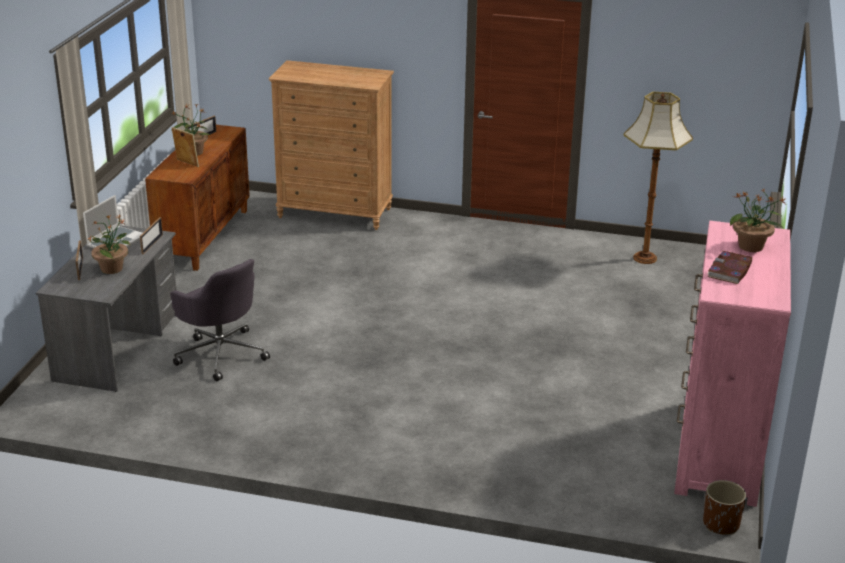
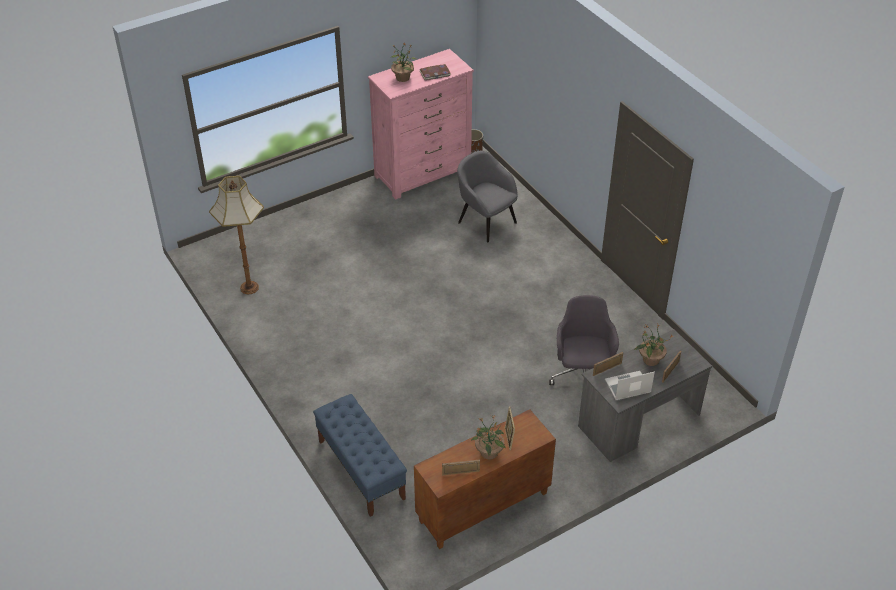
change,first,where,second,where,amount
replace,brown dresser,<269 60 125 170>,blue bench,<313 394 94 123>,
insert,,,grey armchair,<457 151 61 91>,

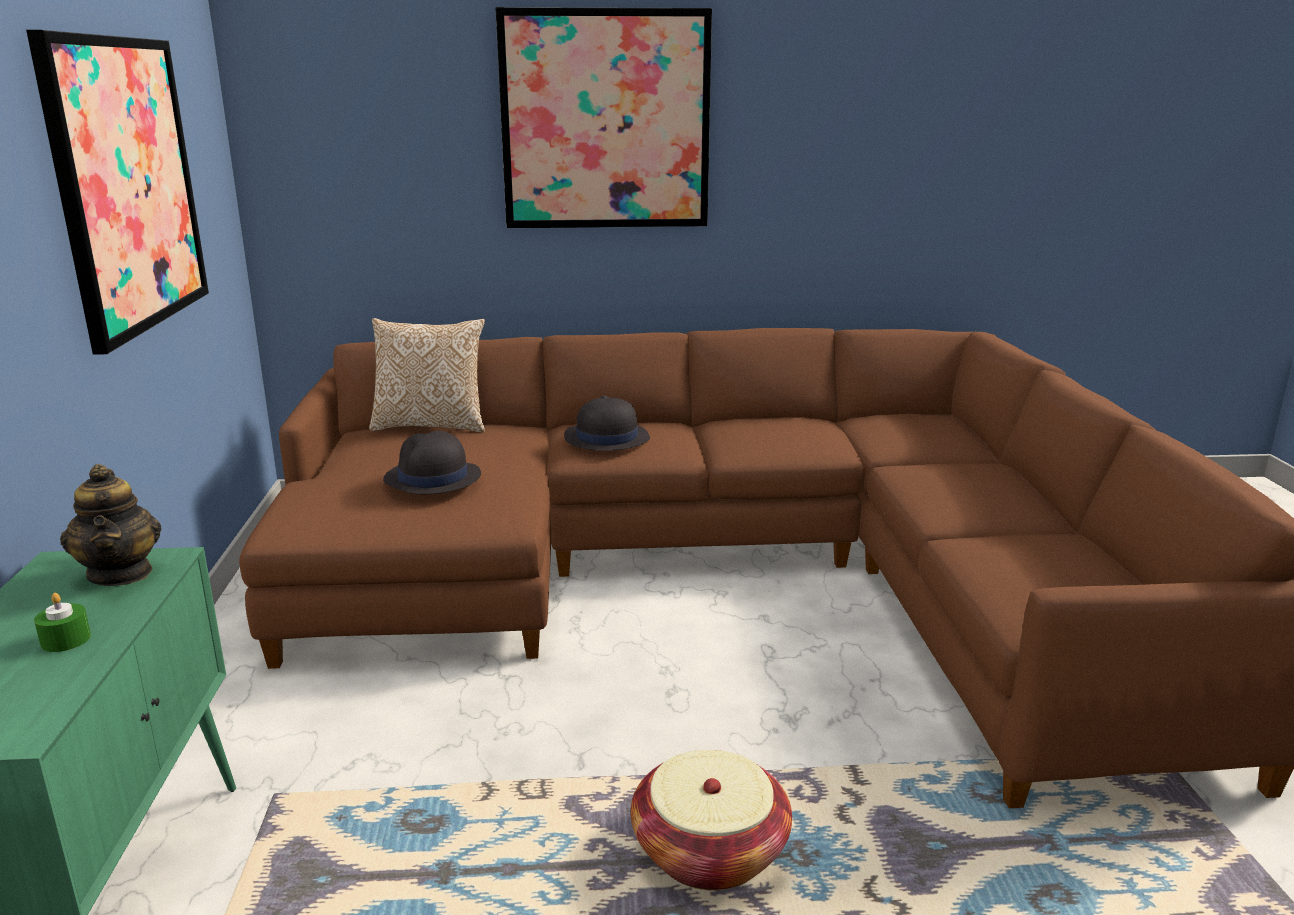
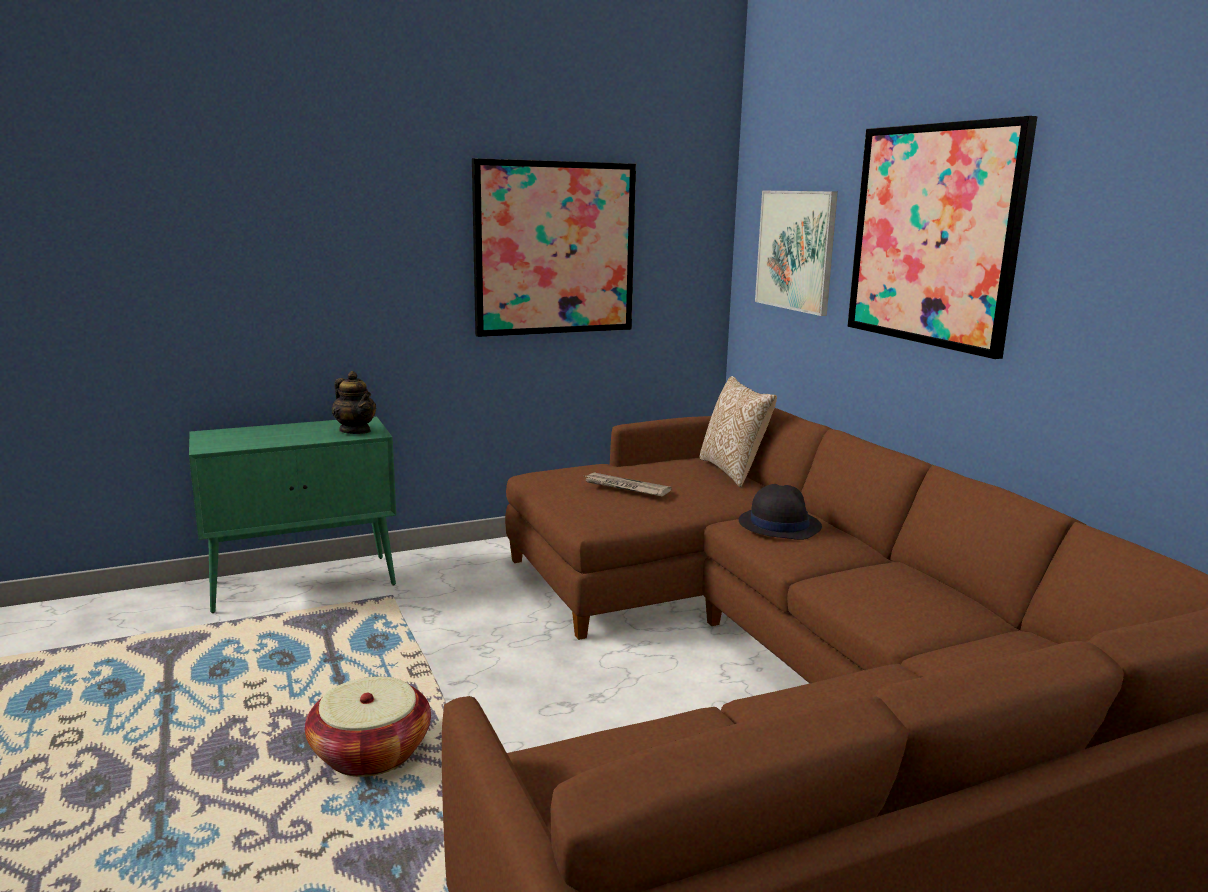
change,first,where,second,where,amount
delete,green candle,<34 593 57 59>,,,
rotate,teapot,<60 464 101 122>,,<332 371 44 63>,90 degrees counterclockwise
replace,black hat,<383 431 98 63>,newspaper,<582 473 89 23>,
insert,,,picture,<755 191 83 125>,

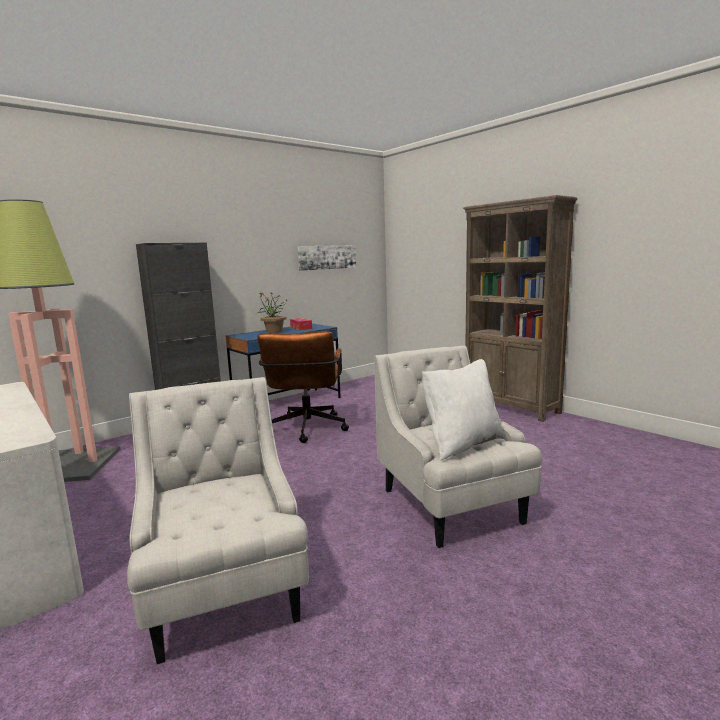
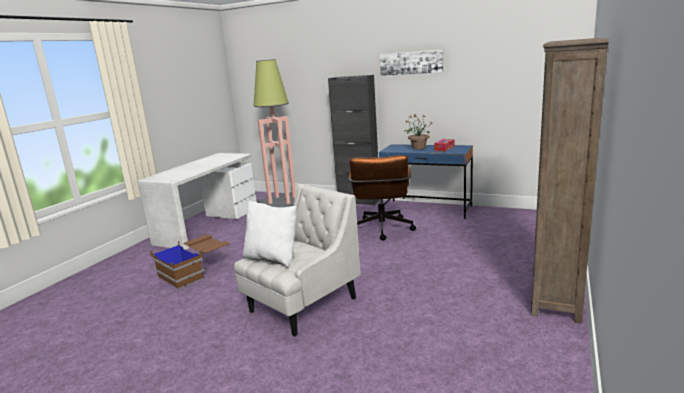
change,first,where,second,where,amount
replace,white armchair,<127 377 182 287>,brown storage box,<150 234 79 55>,
rotate,brown office chair,<257 331 92 112>,,<348 155 68 85>,60 degrees counterclockwise
move,picture,<297 245 59 26>,,<379 49 64 27>,

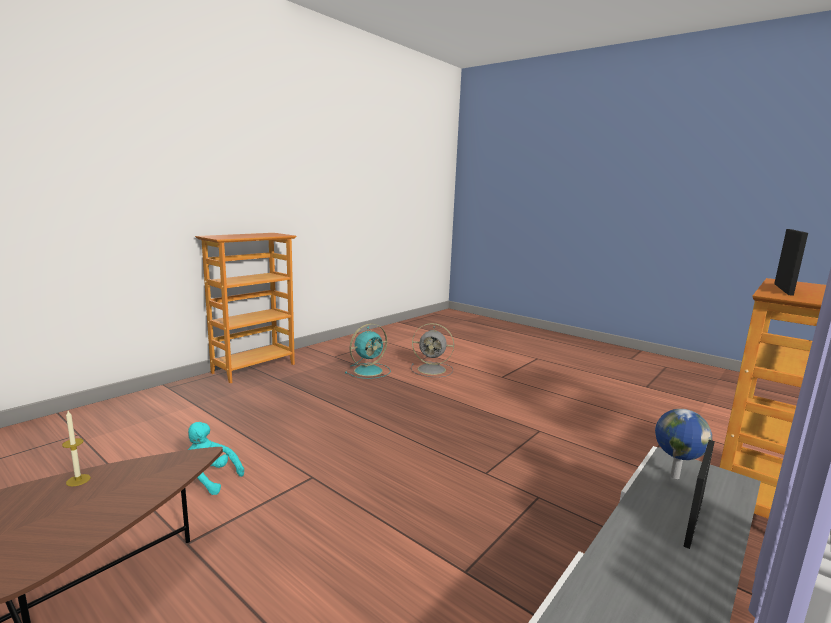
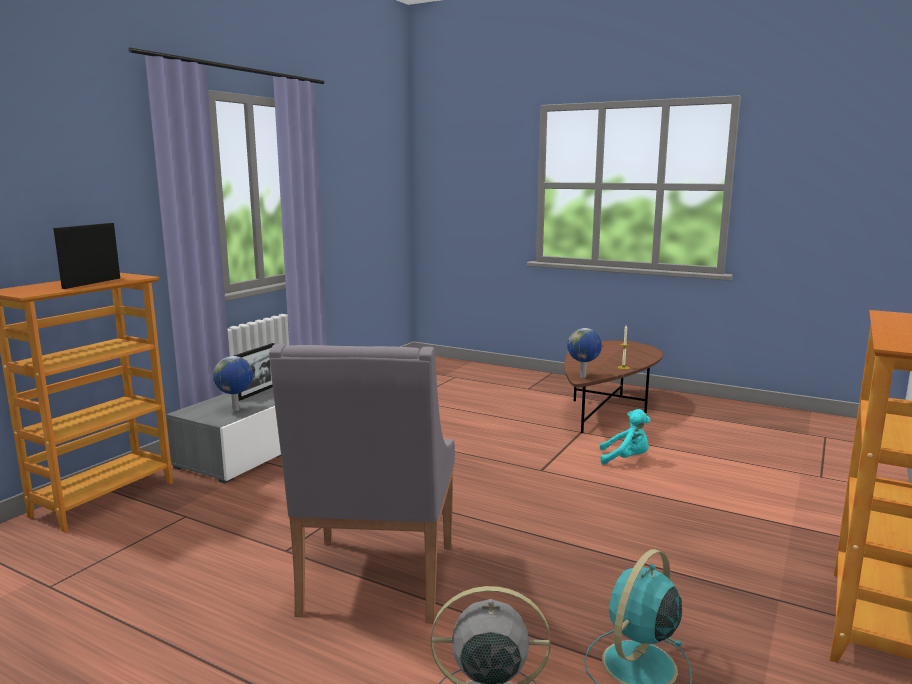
change,first,where,second,where,amount
insert,,,grey armchair,<269 344 186 279>,
insert,,,globe,<567 328 35 50>,

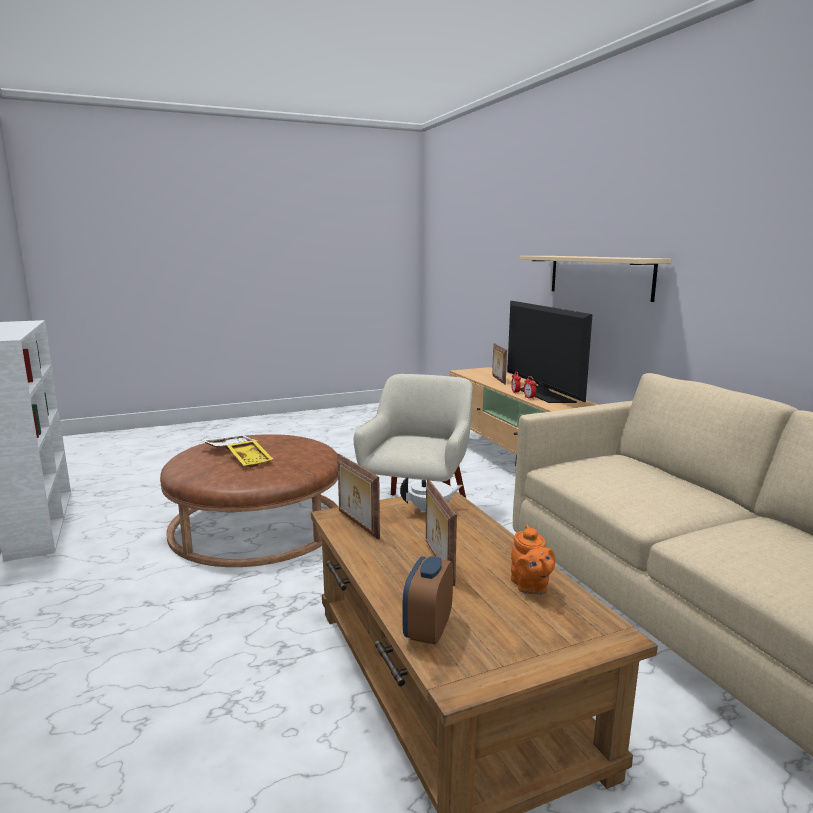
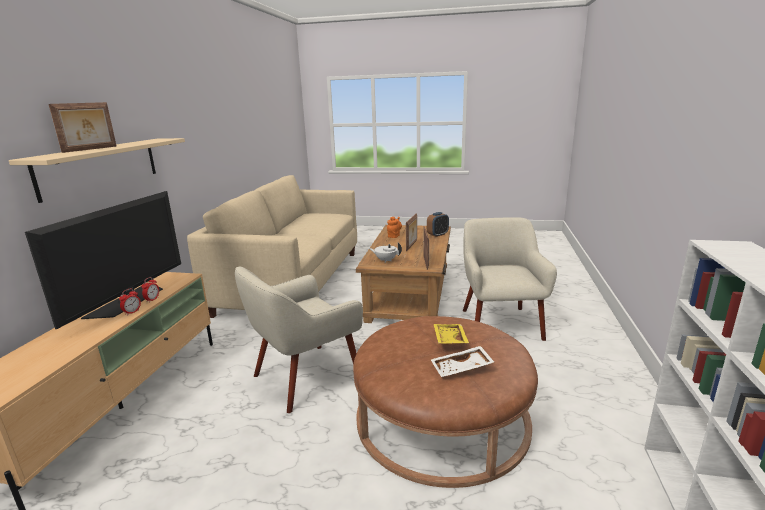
change,first,where,second,where,amount
move,picture frame,<492 343 15 42>,,<49 102 68 51>,
insert,,,beige armchair,<463 217 94 124>,

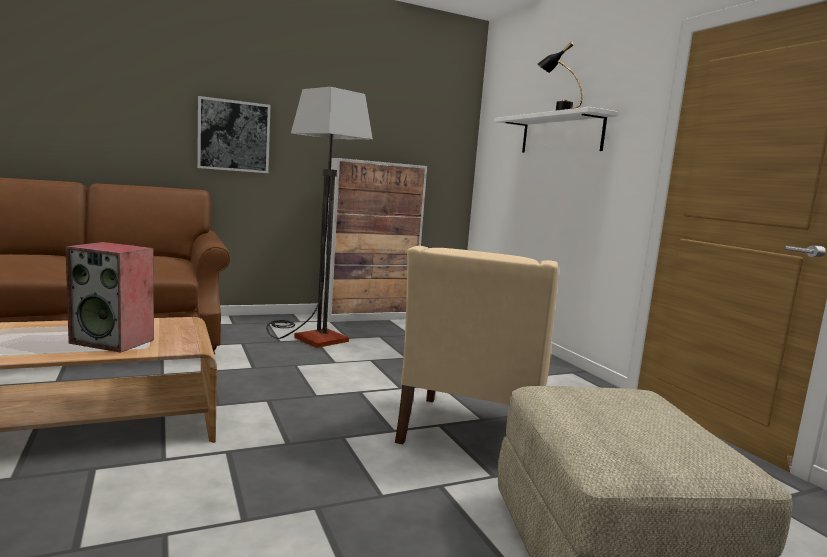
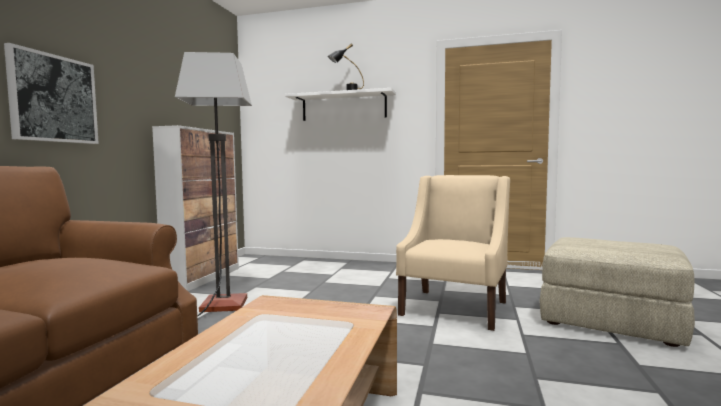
change,first,where,second,where,amount
delete,speaker,<65 242 89 111>,,,
rotate,beige armchair,<395 246 164 199>,,<396 175 114 156>,120 degrees counterclockwise

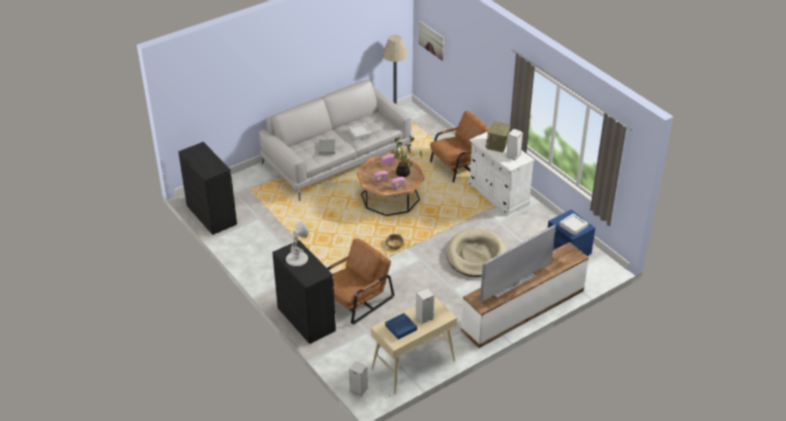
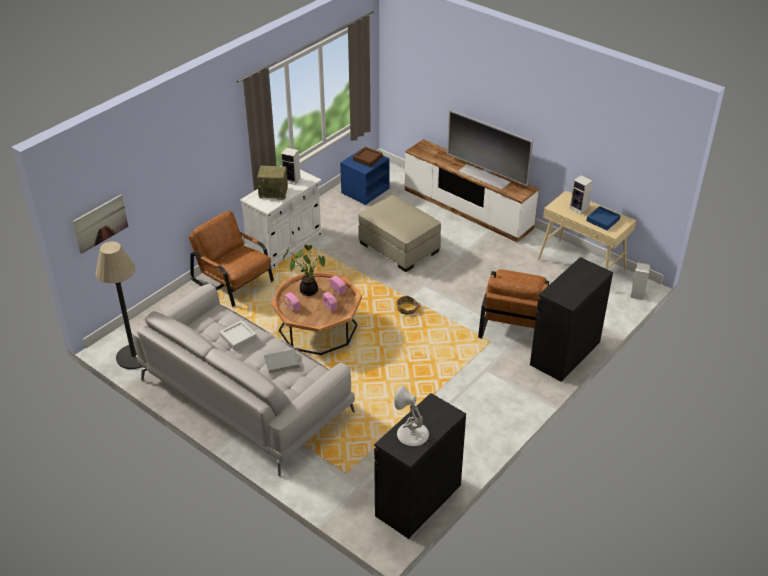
change,first,where,second,where,amount
move,white table lamp,<286 222 23 44>,,<394 386 35 60>,
rotate,brown armchair,<327 238 67 87>,,<478 270 71 68>,105 degrees counterclockwise
replace,beige dog bed,<447 229 59 48>,beige ottoman,<358 195 83 77>,
recolor,grey tray,<559 213 29 22>,brown tray,<353 147 30 20>,

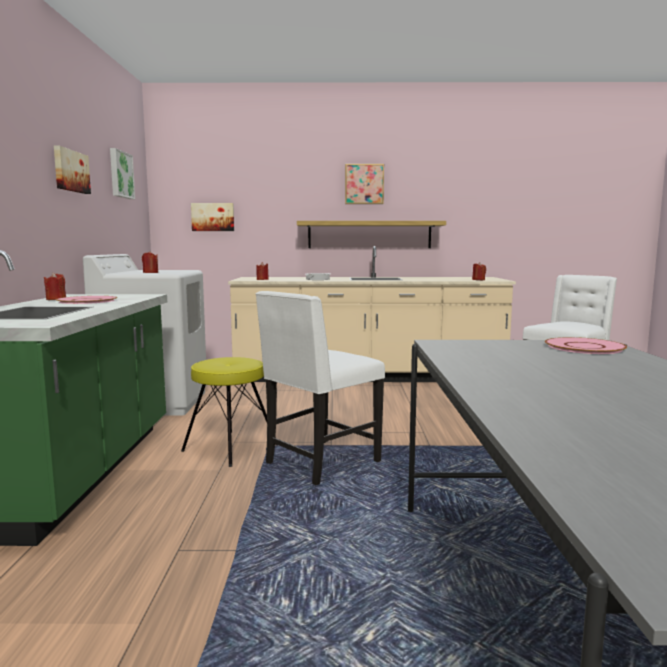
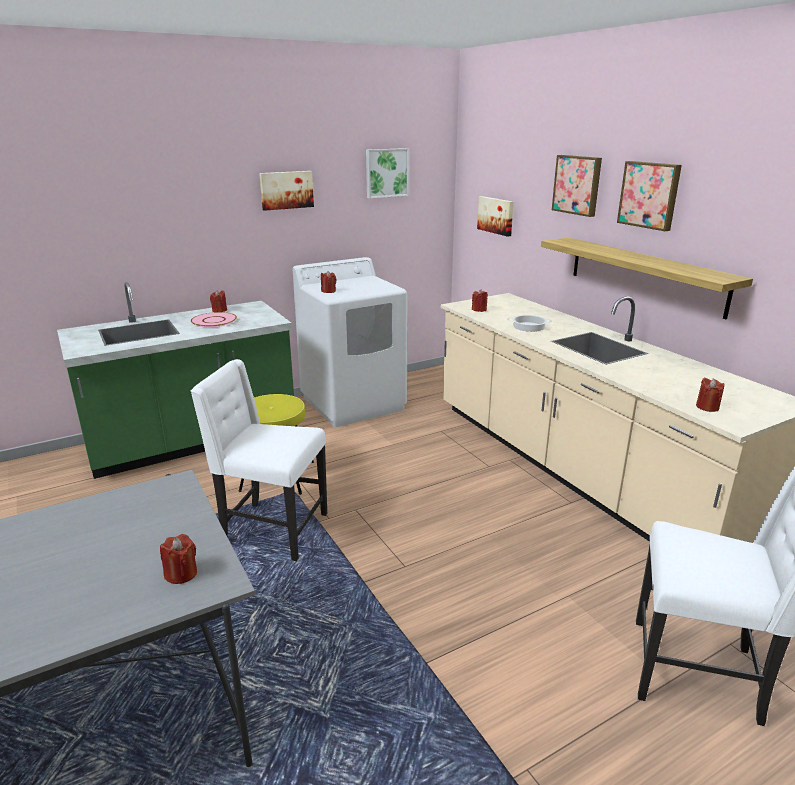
change,first,where,second,where,amount
replace,pink plate,<545 337 82 17>,red candle,<160 534 37 50>,
insert,,,picture,<552 155 50 62>,

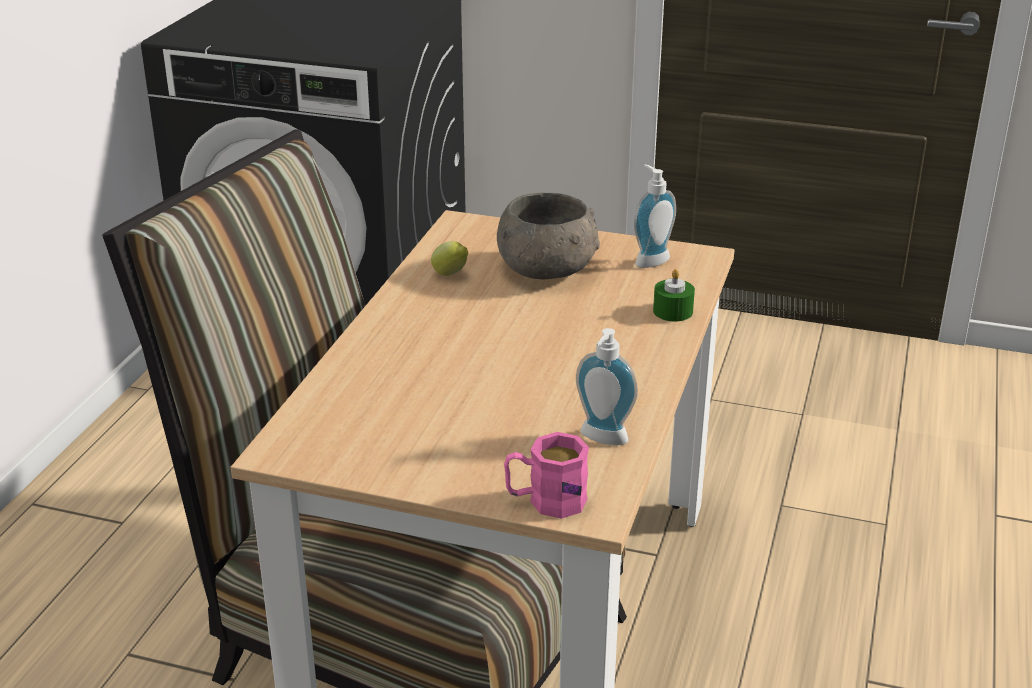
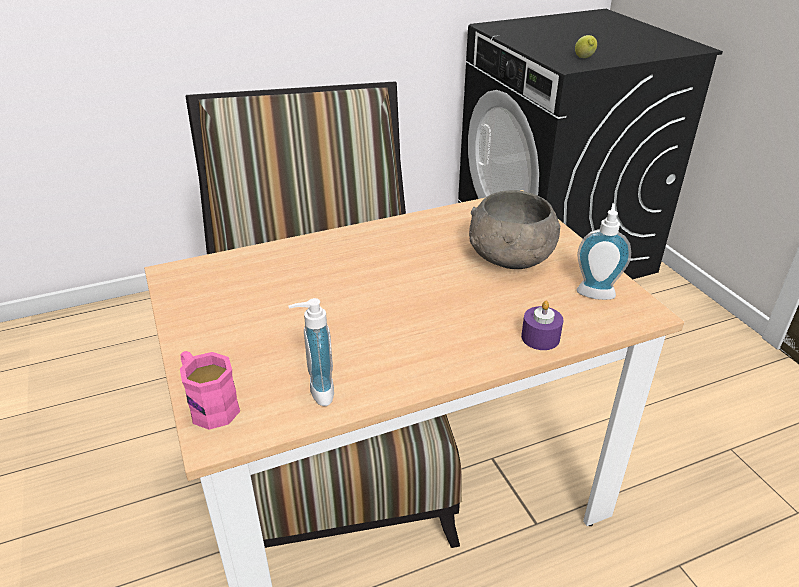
change,first,where,second,where,amount
move,lemon,<431 241 37 35>,,<575 35 22 23>,
recolor,green candle,<653 269 42 52>,purple candle,<521 301 42 49>,

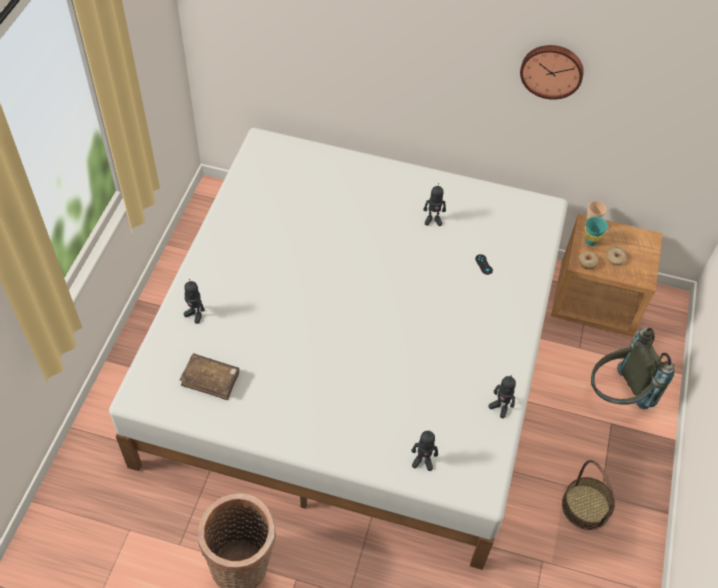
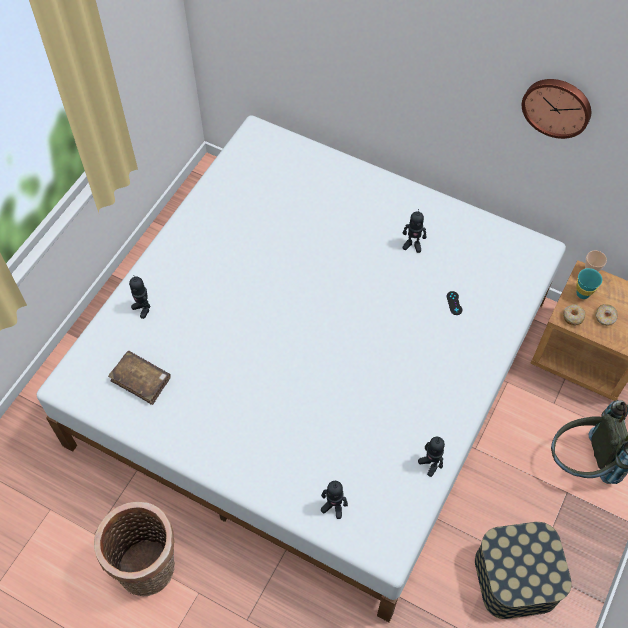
change,first,where,second,where,amount
replace,basket,<562 460 53 70>,storage box,<475 522 97 97>,

